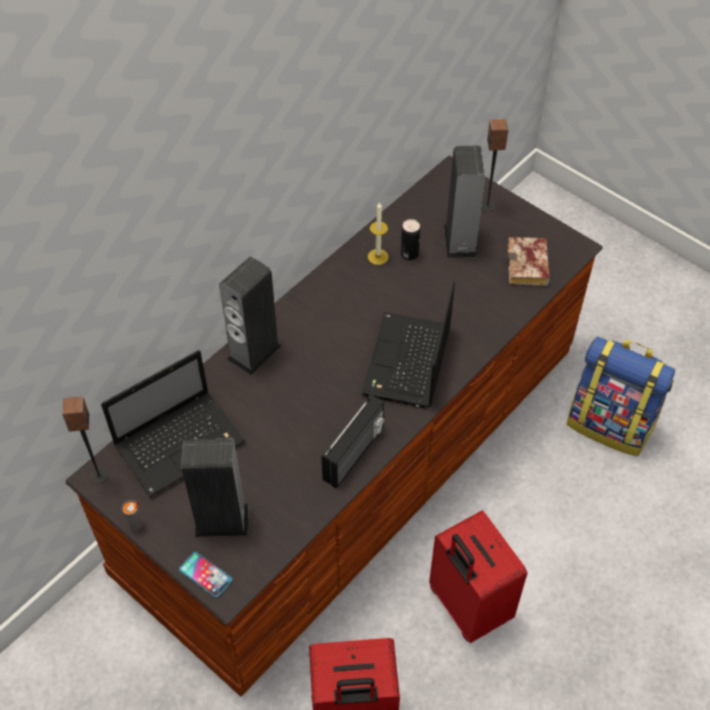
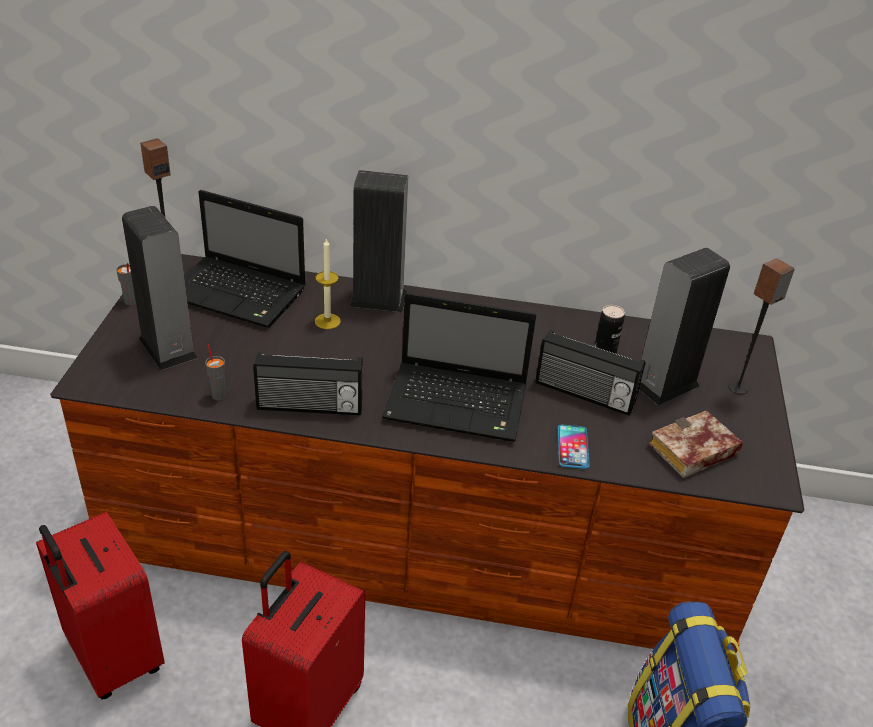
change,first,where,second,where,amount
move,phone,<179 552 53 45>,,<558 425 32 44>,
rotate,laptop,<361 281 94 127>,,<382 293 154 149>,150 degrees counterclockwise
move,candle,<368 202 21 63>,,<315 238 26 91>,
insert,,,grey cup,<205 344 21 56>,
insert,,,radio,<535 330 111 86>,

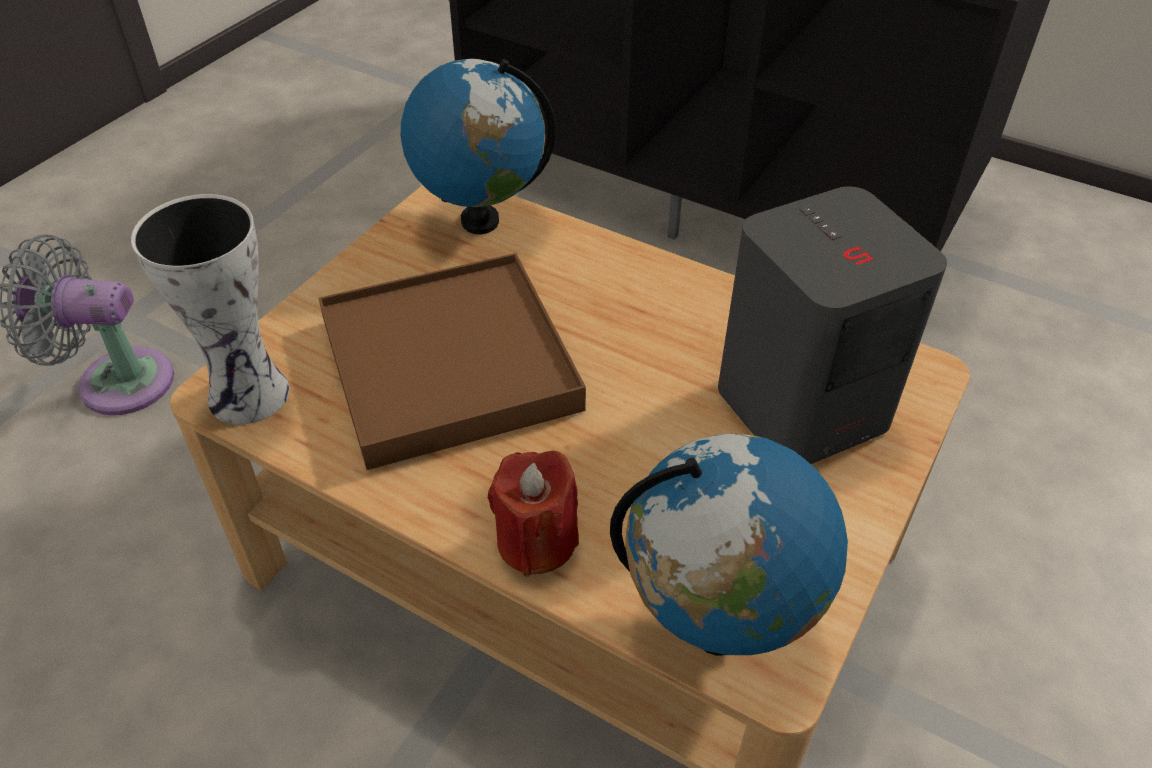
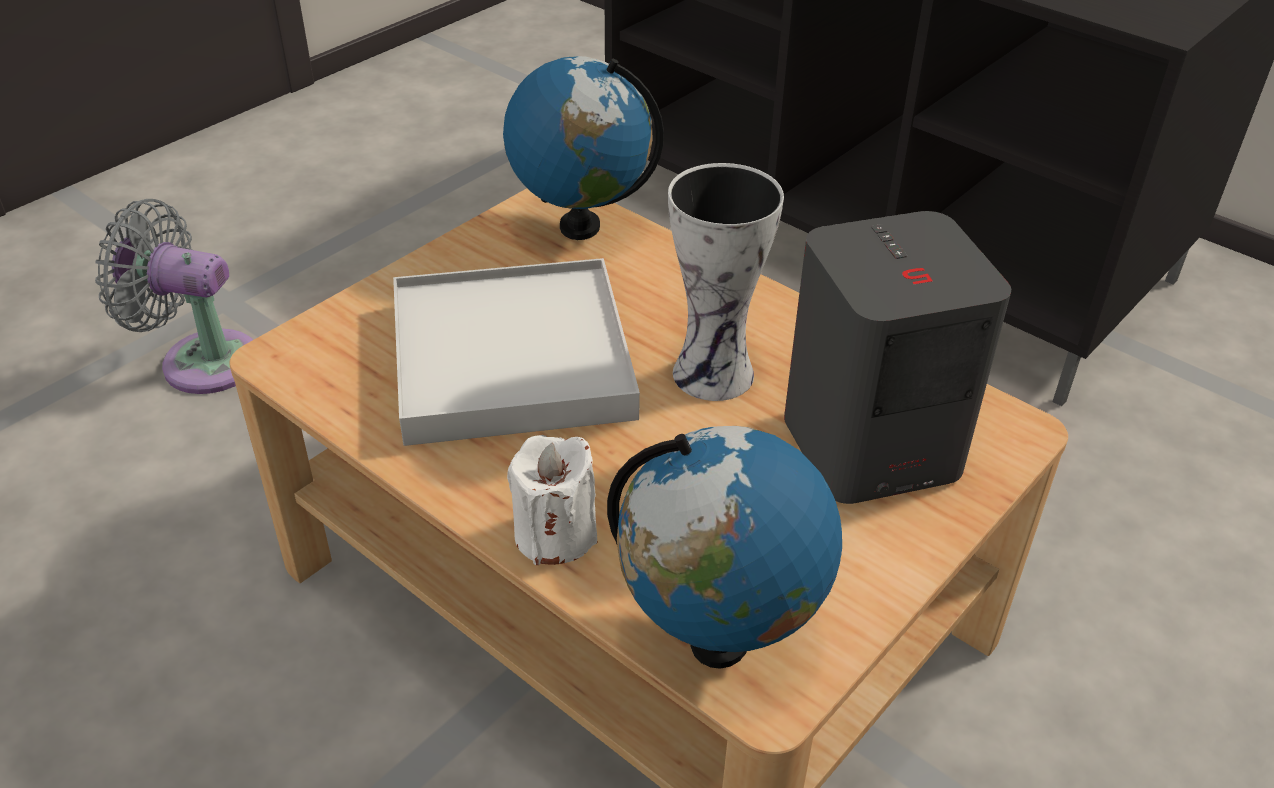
change,first,where,second,where,amount
move,vase,<131 194 159 230>,,<668 163 116 238>,
recolor,brown tray,<318 253 268 217>,white tray,<393 258 247 188>,
recolor,red candle,<488 450 91 127>,white candle,<507 435 91 130>,

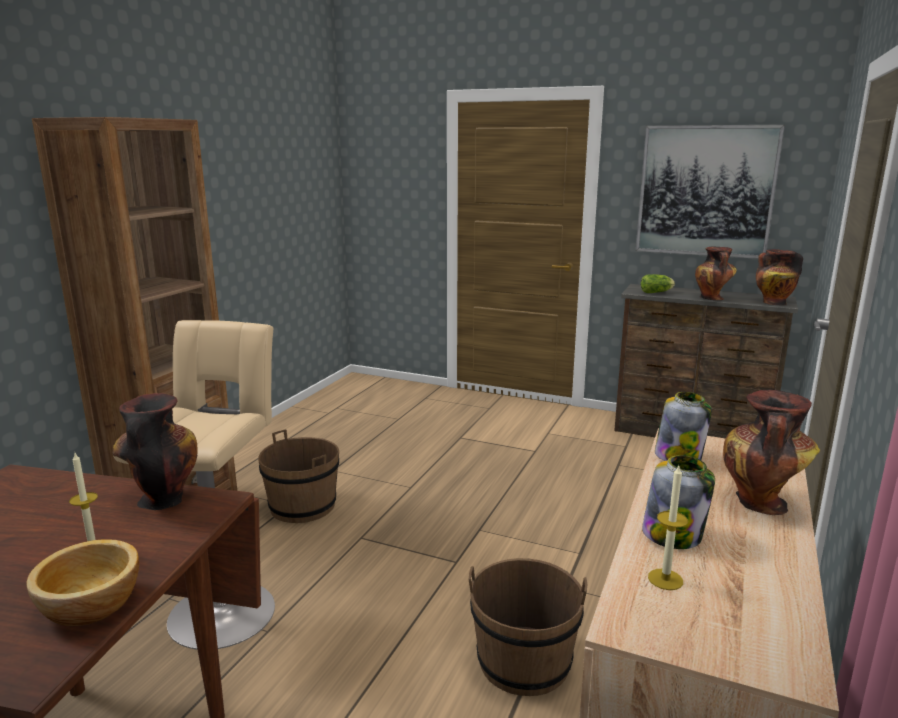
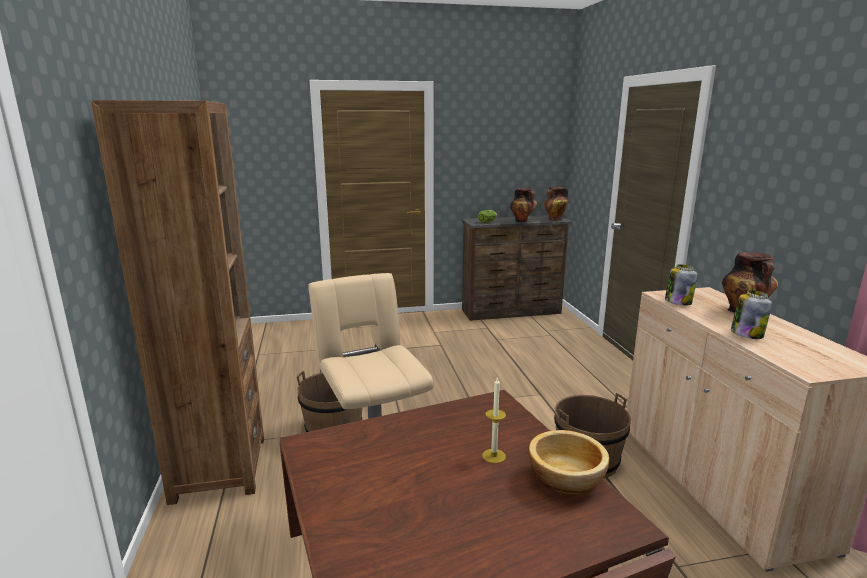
change,first,where,second,where,amount
delete,vase,<113 393 85 117>,,,
delete,picture,<636 125 149 134>,,,
delete,candle,<648 466 40 124>,,,

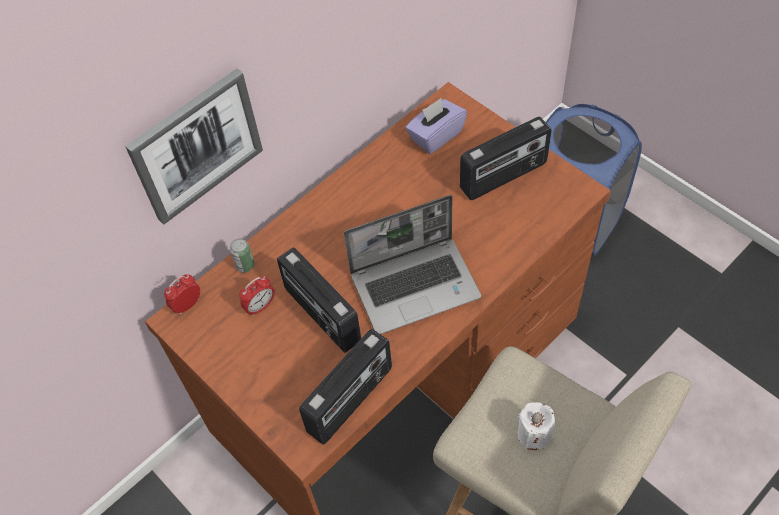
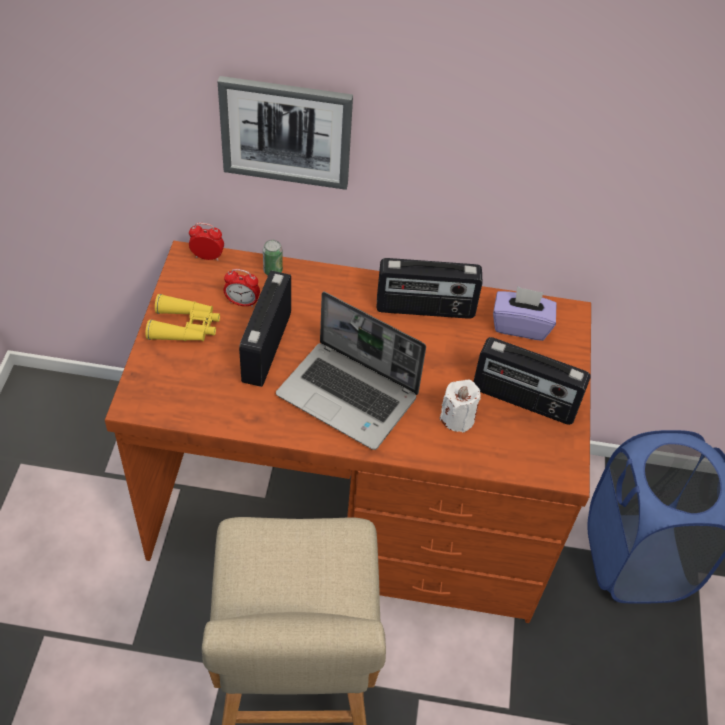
change,first,where,second,where,amount
move,radio,<299 329 93 116>,,<376 258 107 61>,
move,white candle,<517 402 38 48>,,<439 380 42 53>,
insert,,,yellow binoculars,<145 294 75 47>,

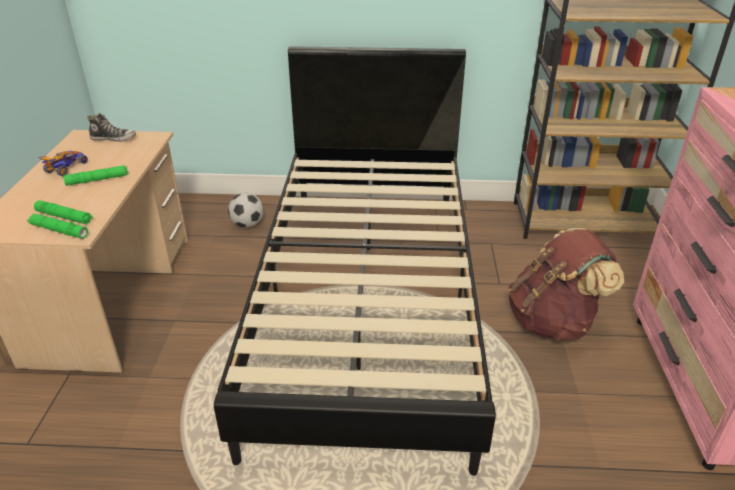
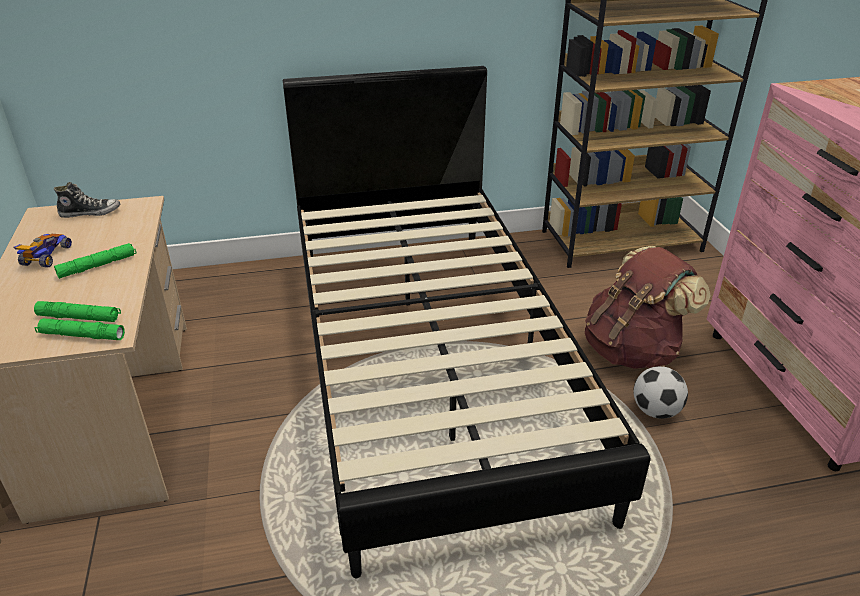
change,first,where,second,where,amount
move,football,<228 193 35 34>,,<633 366 55 53>,

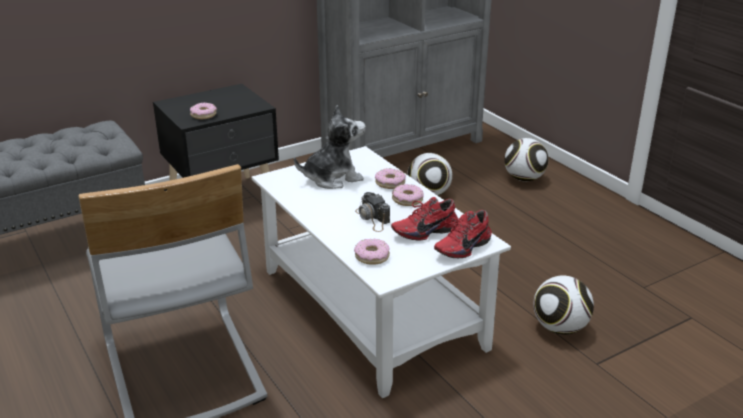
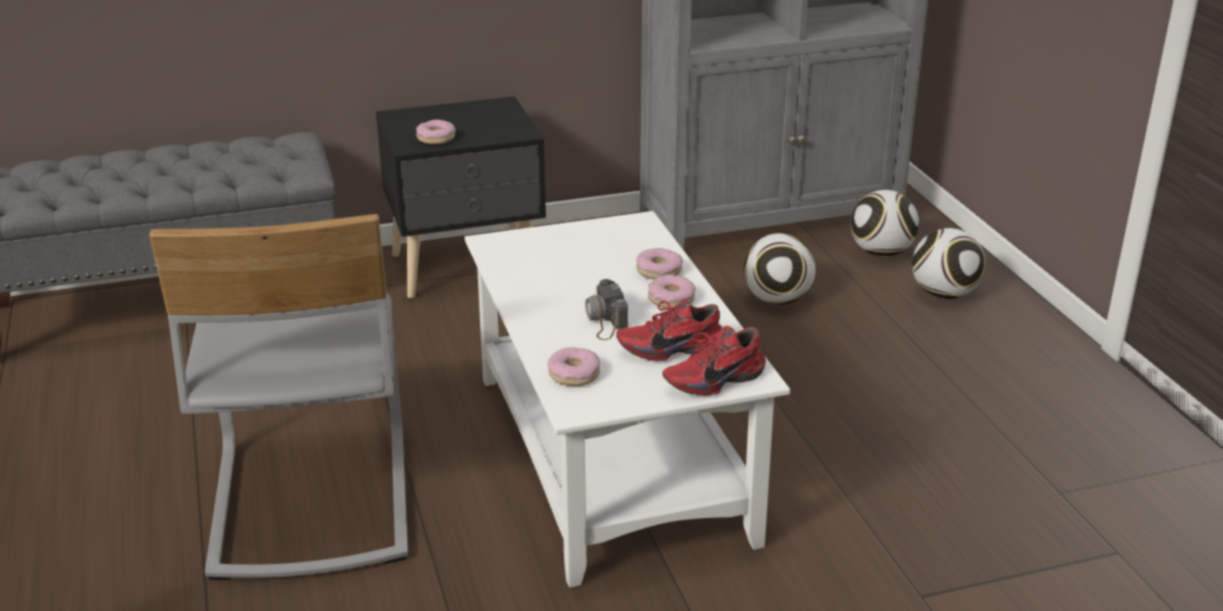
change,first,where,second,where,amount
delete,plush toy,<294 105 72 84>,,,
move,football,<533 275 61 60>,,<851 190 68 67>,

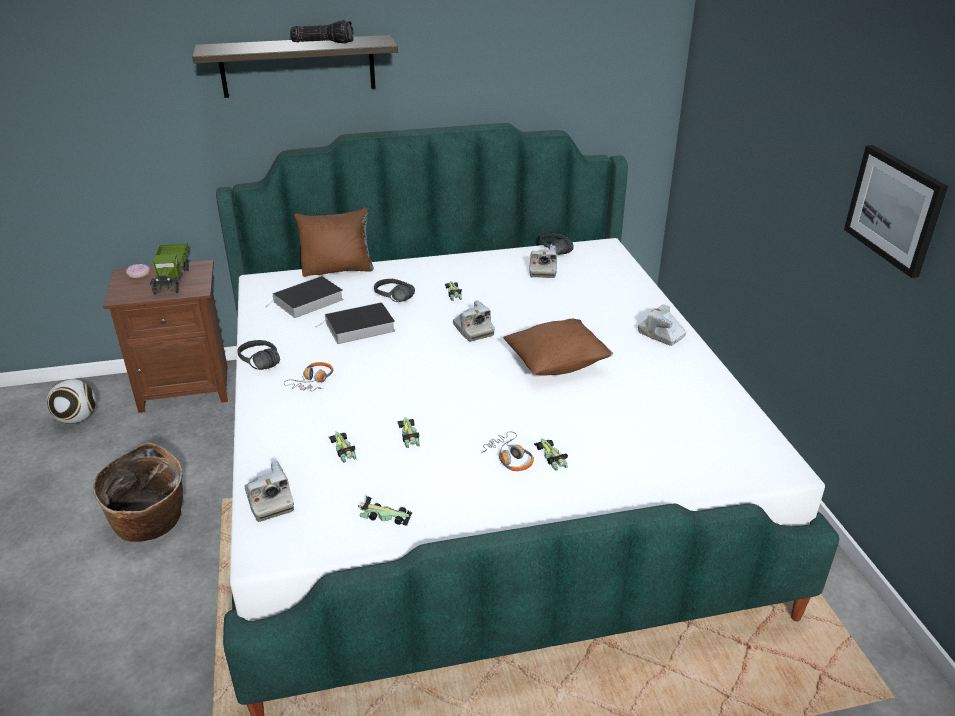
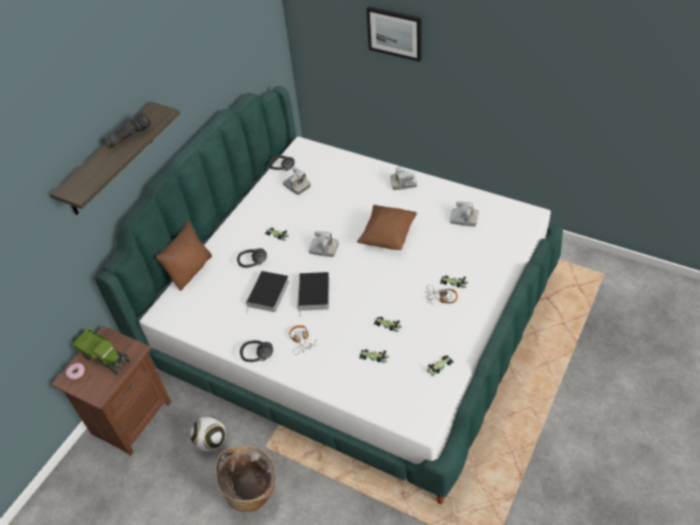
change,first,where,second,where,amount
move,football,<46 379 50 45>,,<190 416 36 36>,
move,photo camera,<244 461 50 61>,,<450 201 29 26>,
move,book,<265 276 79 42>,,<297 272 32 42>,
move,picture,<844 145 104 133>,,<366 6 55 56>,

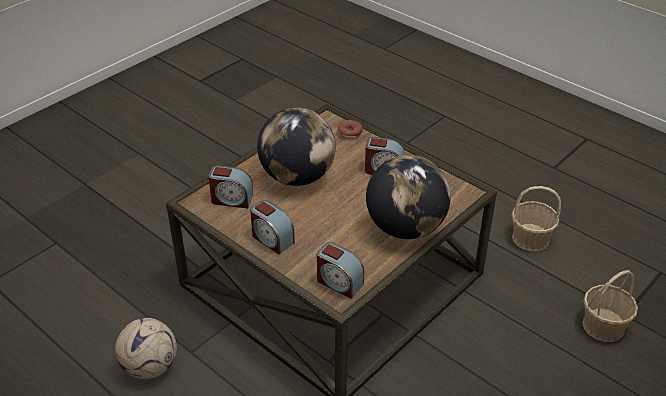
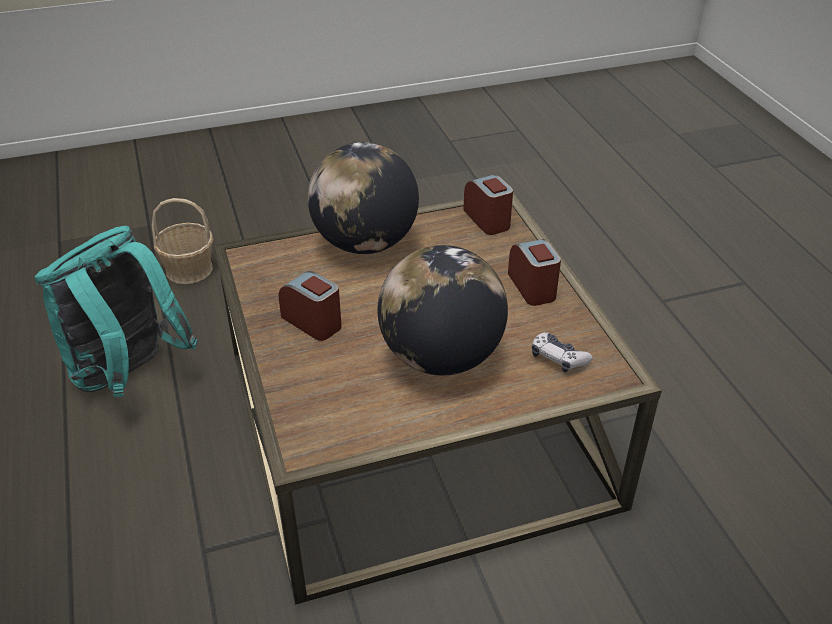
change,first,where,second,where,amount
delete,football,<115 318 62 61>,,,
replace,alarm clock,<208 165 45 43>,game controller,<532 332 61 41>,
delete,donut,<338 120 25 18>,,,
replace,basket,<512 186 49 65>,turquoise backpack,<34 226 164 171>,

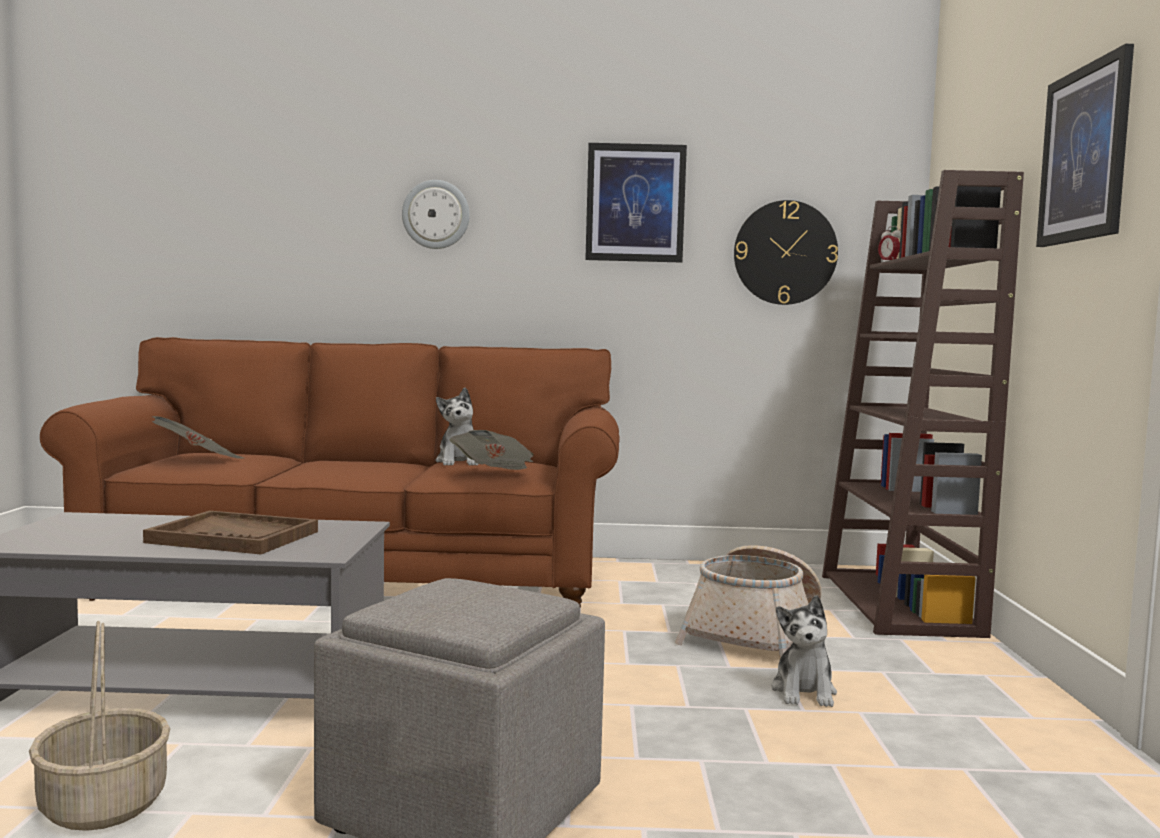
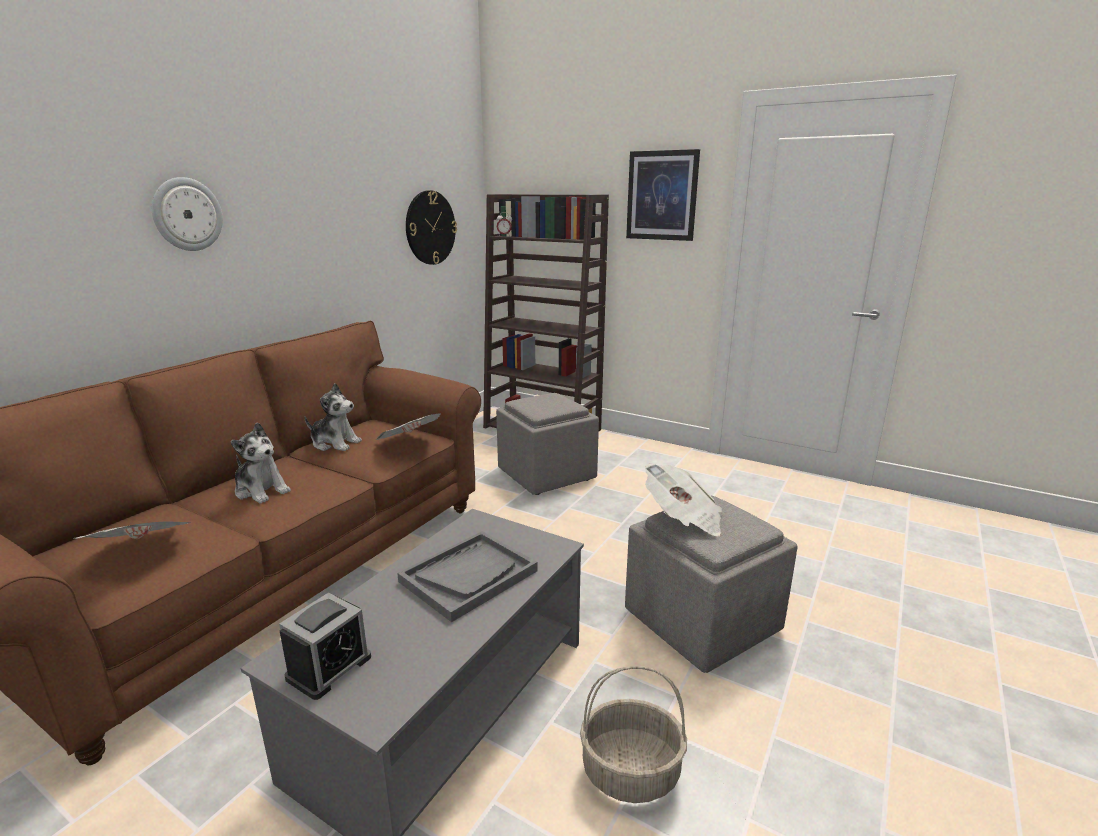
change,first,where,second,where,amount
recolor,brown tray,<143 511 175 43>,grey tray,<397 531 140 91>,
delete,picture,<585 143 102 120>,,,
replace,basket,<675 545 147 113>,grey ottoman,<496 393 103 102>,
move,plush toy,<771 595 66 112>,,<231 422 60 82>,
insert,,,alarm clock,<279 593 92 107>,
insert,,,newspaper,<645 463 77 74>,

